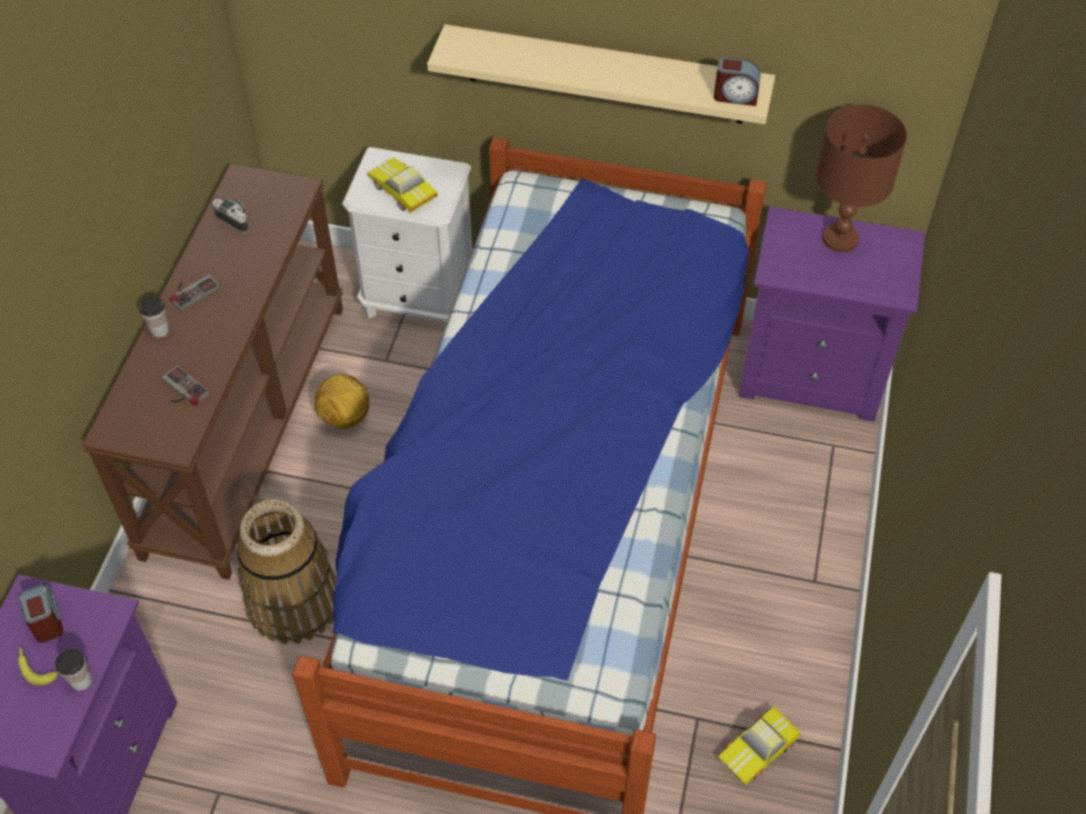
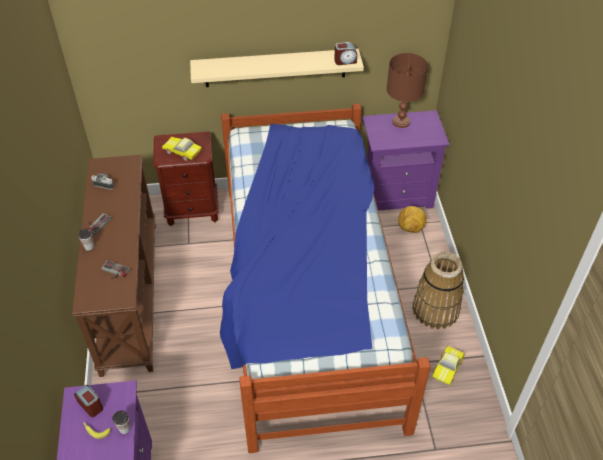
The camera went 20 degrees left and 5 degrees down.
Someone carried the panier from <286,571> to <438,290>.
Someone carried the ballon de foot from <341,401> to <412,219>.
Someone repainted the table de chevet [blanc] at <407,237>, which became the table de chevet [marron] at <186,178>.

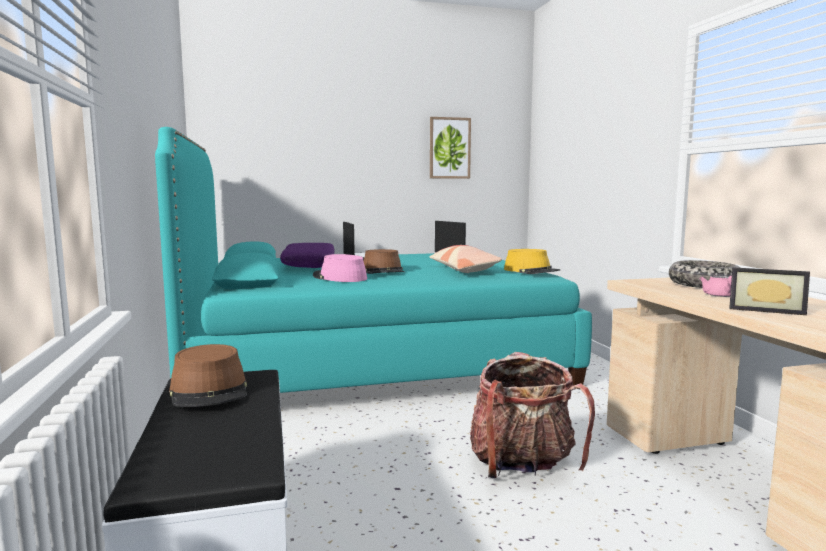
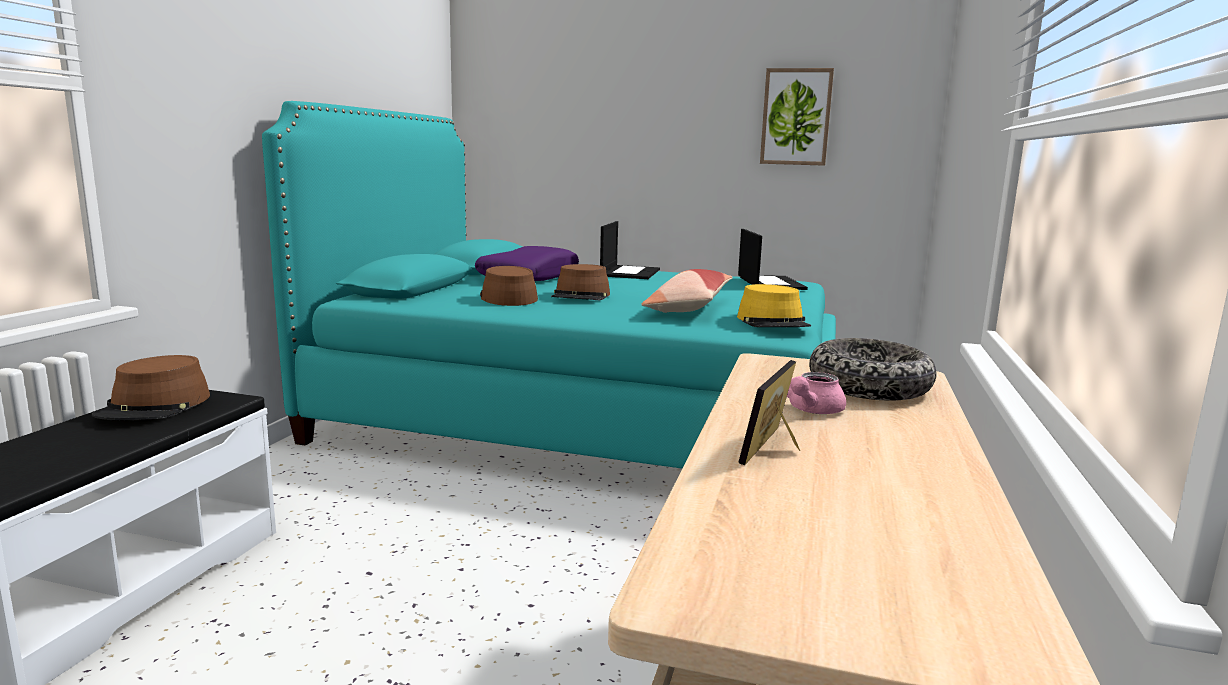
The camera went 30 degrees right and 5 degrees up.
Someone repainted the chapeau [rose] at <340,268>, which became the chapeau [marron] at <509,286>.
Someone took away the sac à dos at <532,415>.
Someone rotated the cadre photo at <769,291> by 60 degrees clockwise.

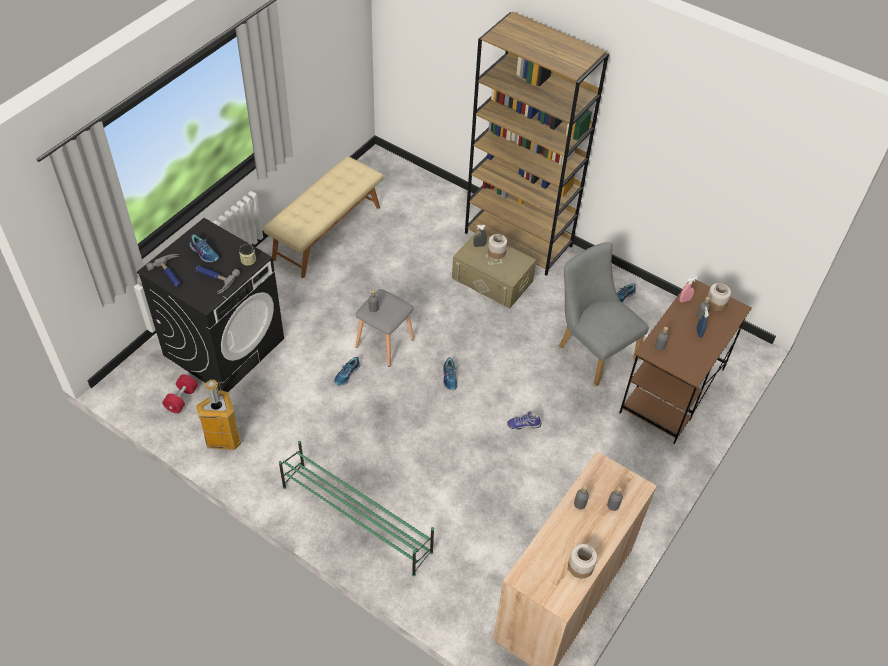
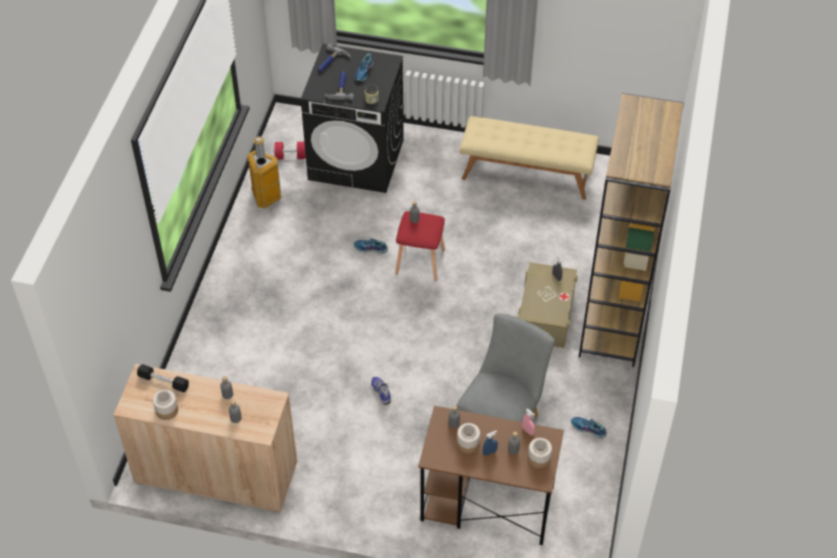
The camera went 70 degrees right and 0 degrees up.
Someone took away the étagère à chaussures [vert] at <356,509>.
Someone repainted the tabouret [gris] at <384,327>, which became the tabouret [rouge] at <420,246>.
Someone took away the chaussure at <450,373>.
Someone carried the bocal from <497,246> to <468,438>.
Someone put down the haltère [noir] at <163,378>.

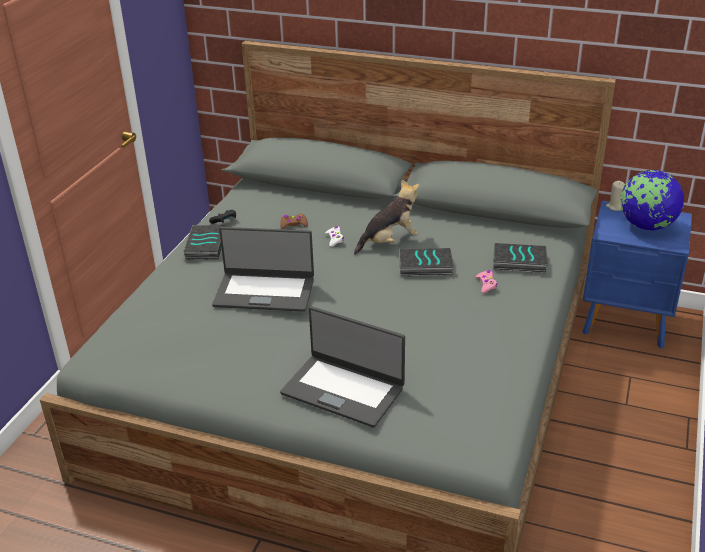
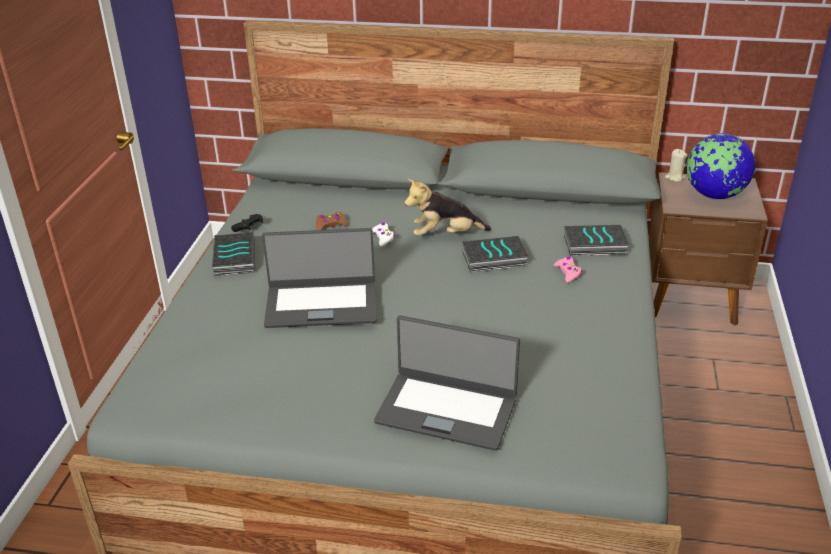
The camera went 10 degrees left and 0 degrees up.
Someone rotated the peluche at <386,217> by 150 degrees counterclockwise.
Someone repainted the table de chevet [bleu] at <637,274>, which became the table de chevet [marron] at <708,248>.

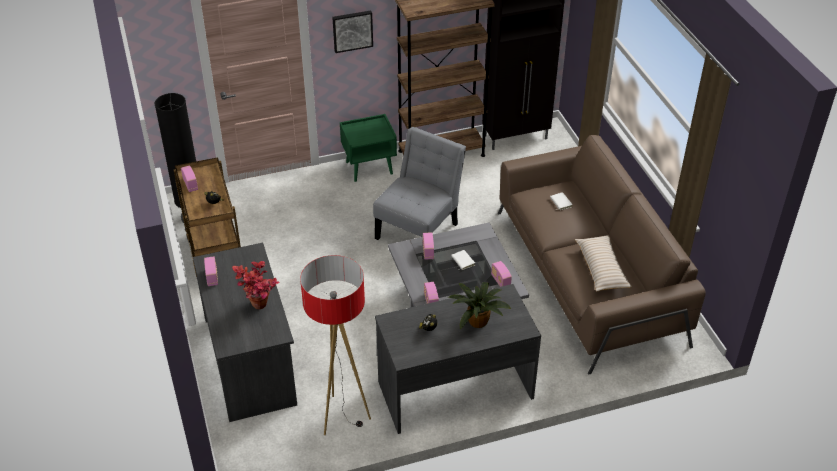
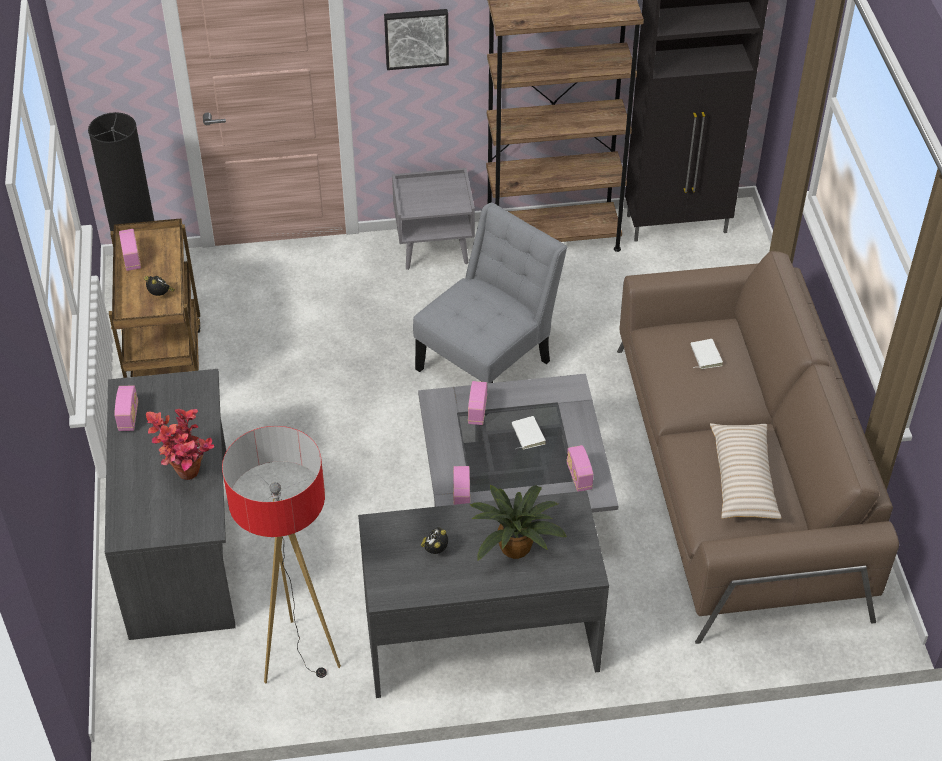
The camera went 10 degrees right and 5 degrees up.
Someone repainted the table de chevet [vert] at <368,148>, which became the table de chevet [gris] at <433,219>.

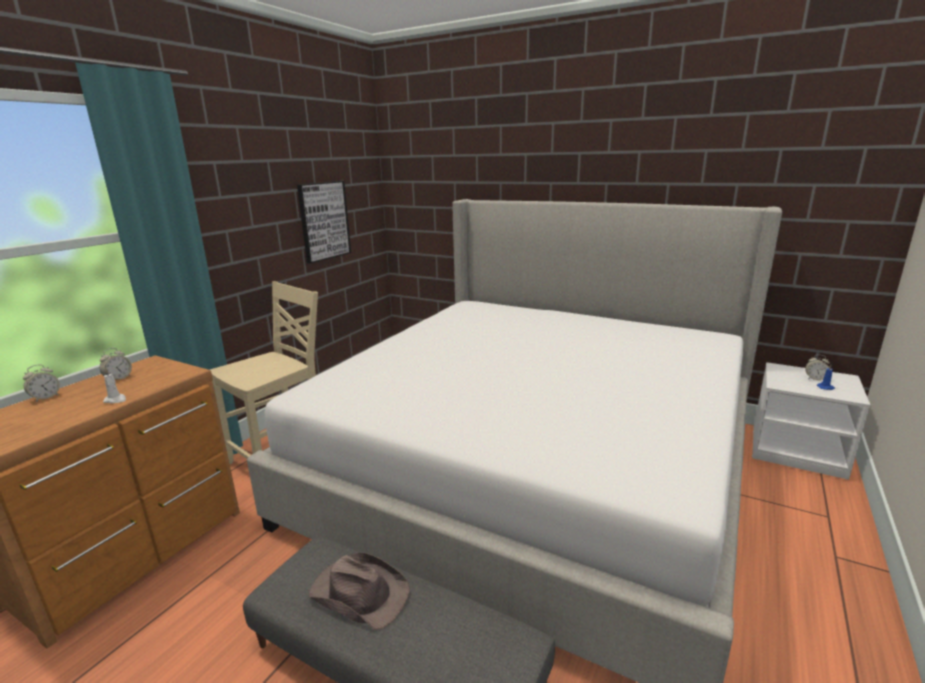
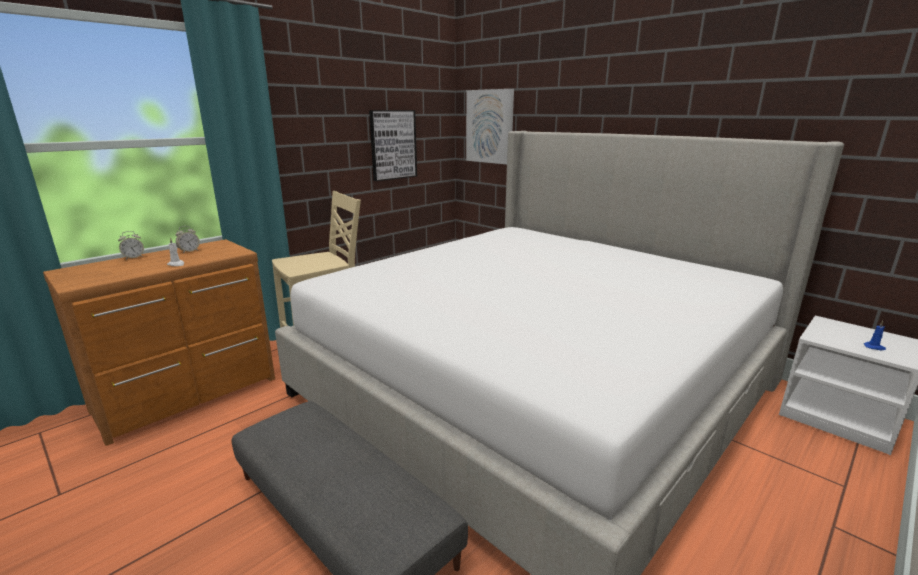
The camera went 15 degrees right and 0 degrees up.
Someone took away the chapeau [marron] at <359,591>.
Someone took away the réveil at <817,367>.
Someone put up the tableau at <490,126>.

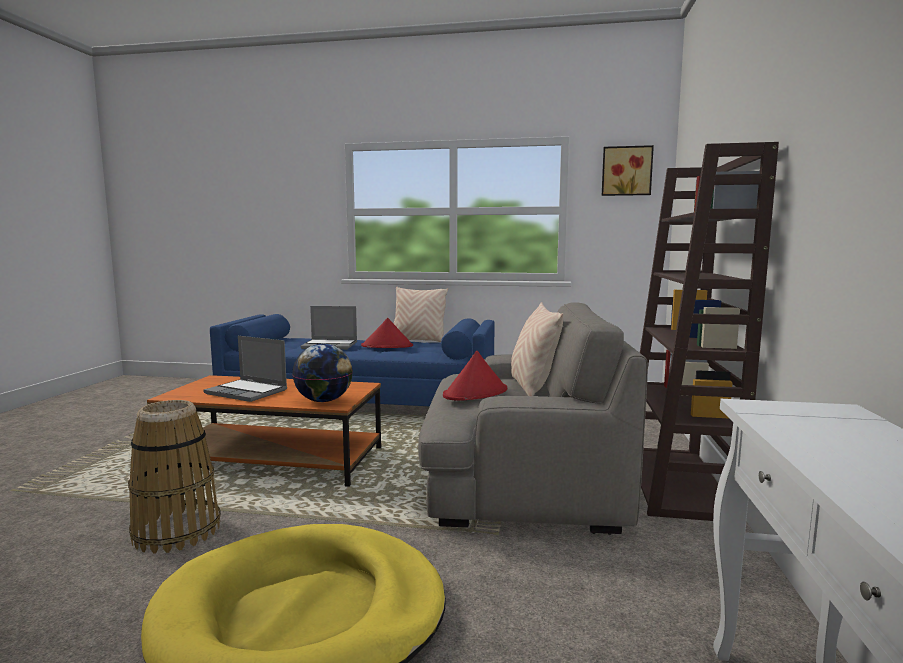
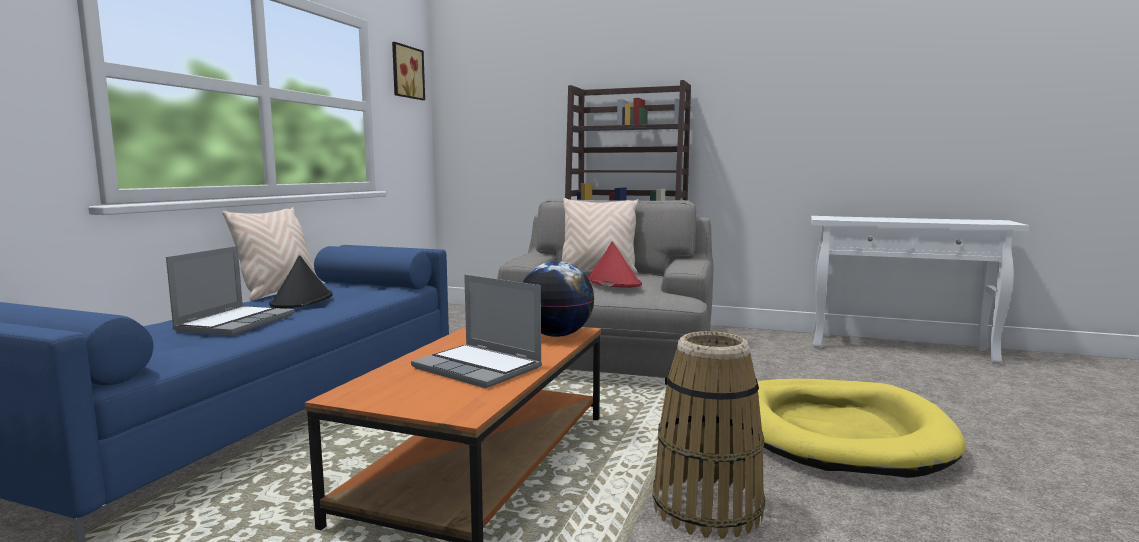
The camera went 80 degrees left and 0 degrees up.
Someone rotated the ordinateur portable at <245,369> by 90 degrees clockwise.
Someone repainted the chapeau [rouge] at <387,333>, which became the chapeau [noir] at <300,282>.

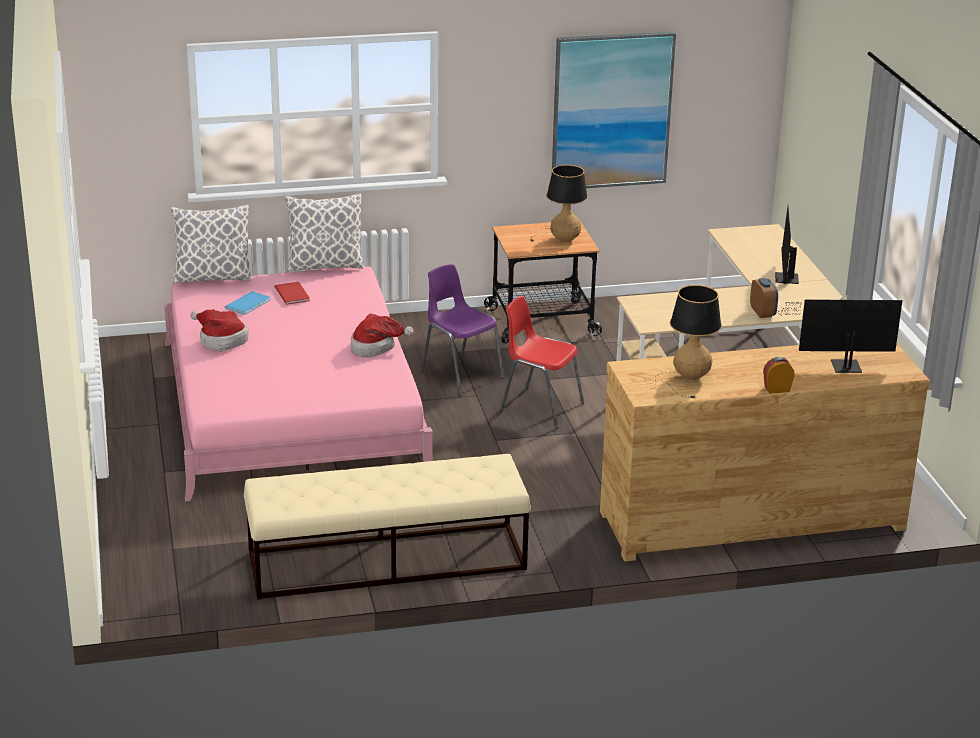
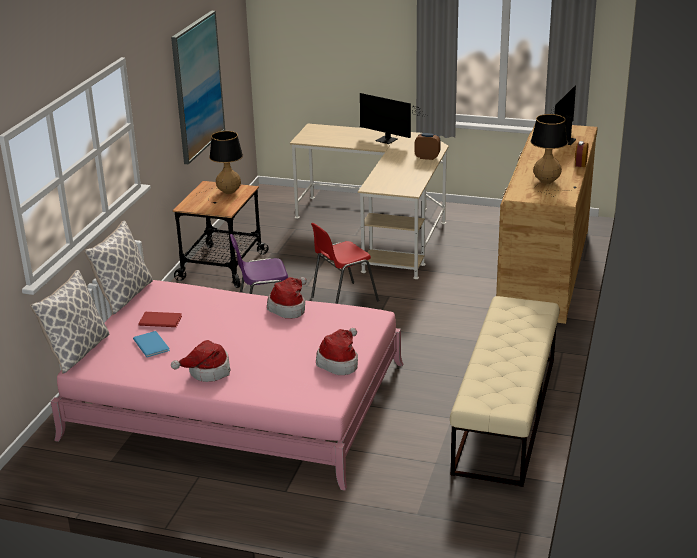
The camera went 60 degrees left and 0 degrees up.
Someone put down the chapeau at <337,351>.

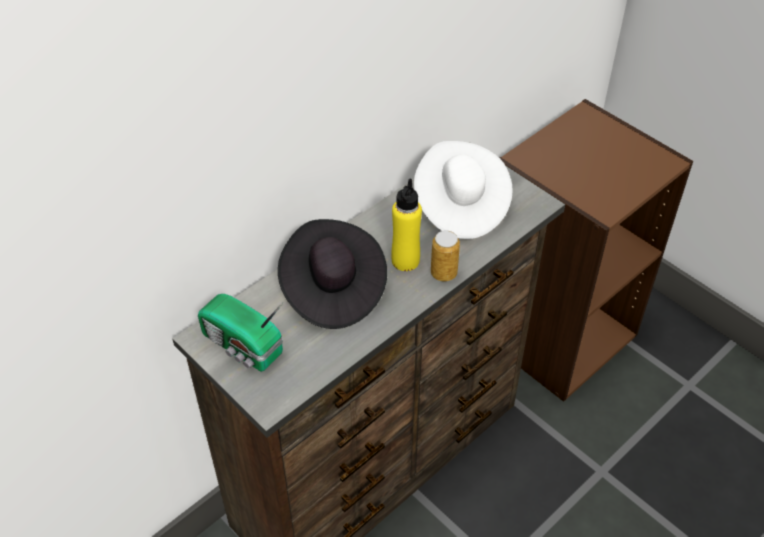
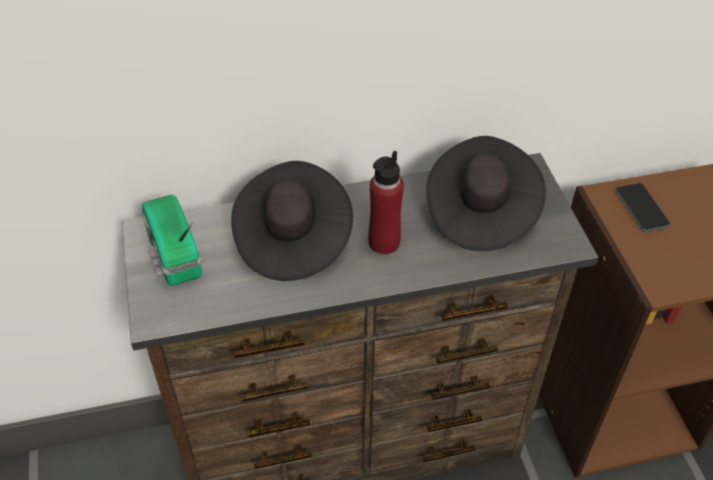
The camera went 30 degrees right and 0 degrees up.
Someone repainted the bouteille [jaune] at <406,224>, which became the bouteille [rouge] at <386,202>.
Someone repainted the chapeau [blanc] at <463,190>, which became the chapeau [noir] at <486,193>.
Someone took away the boîte métallique at <445,256>.
Someone put down the téléphone at <643,207>.

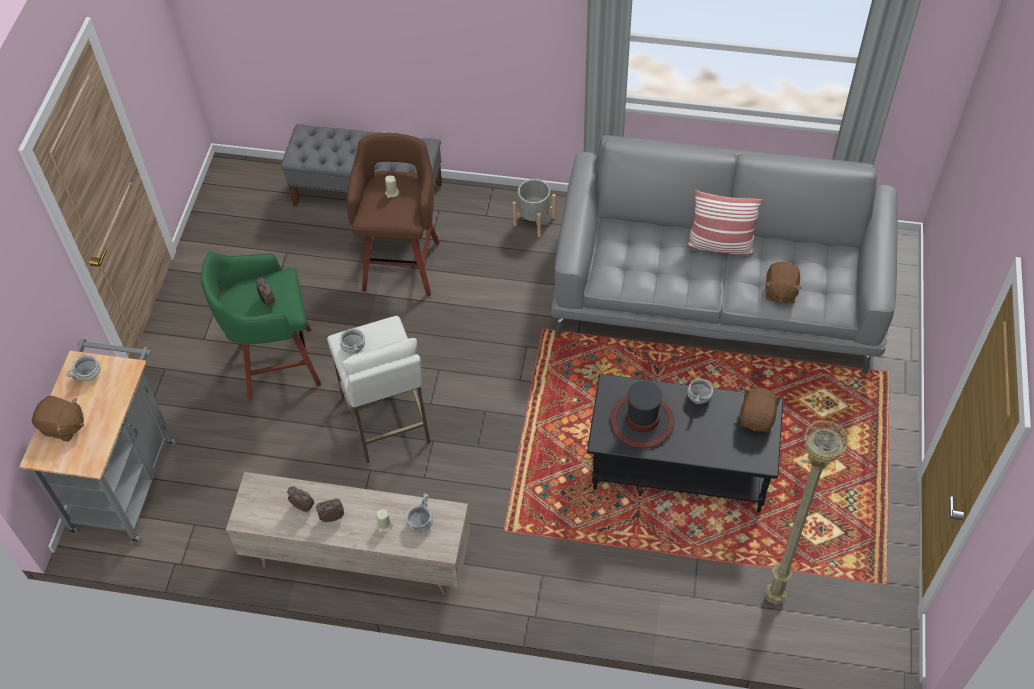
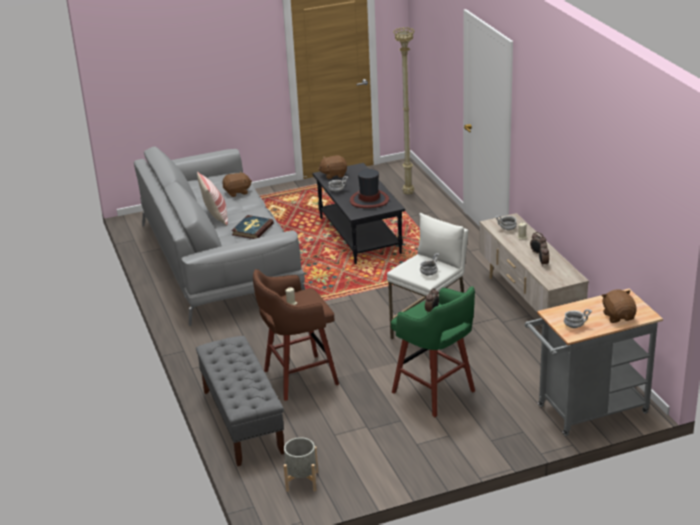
The camera went 120 degrees left and 25 degrees down.
Someone carried the cache-pot [gris] from <534,208> to <300,464>.
Someone put down the livre at <252,227>.

